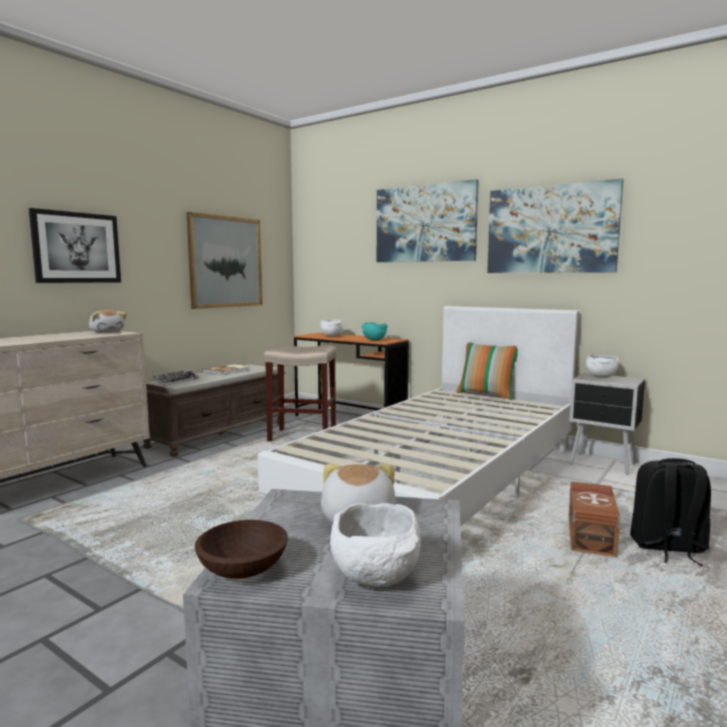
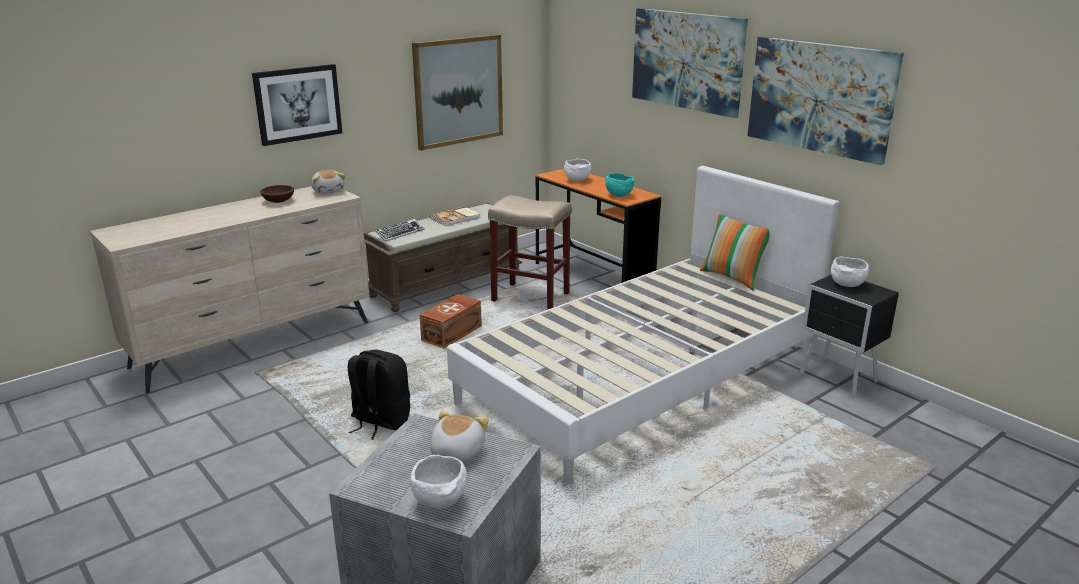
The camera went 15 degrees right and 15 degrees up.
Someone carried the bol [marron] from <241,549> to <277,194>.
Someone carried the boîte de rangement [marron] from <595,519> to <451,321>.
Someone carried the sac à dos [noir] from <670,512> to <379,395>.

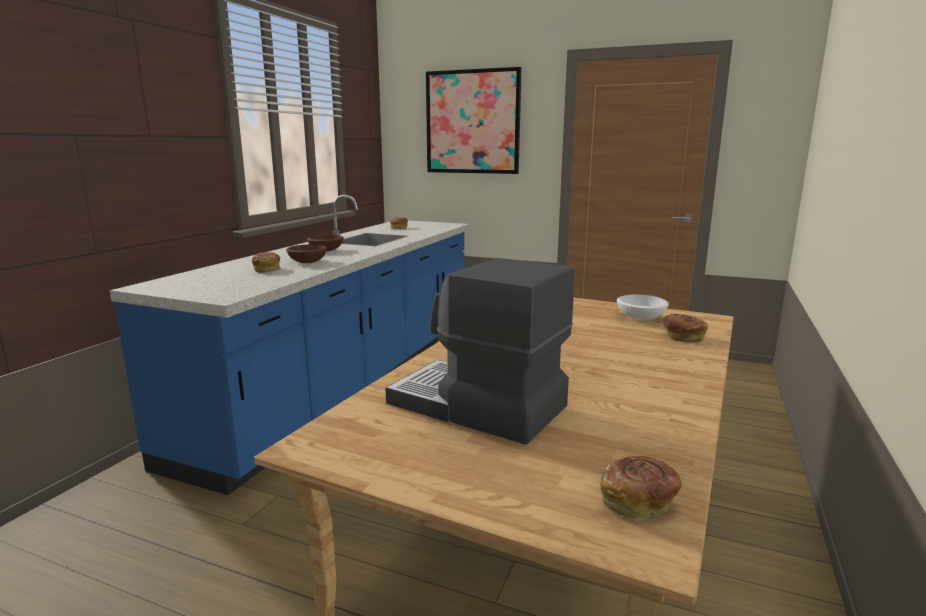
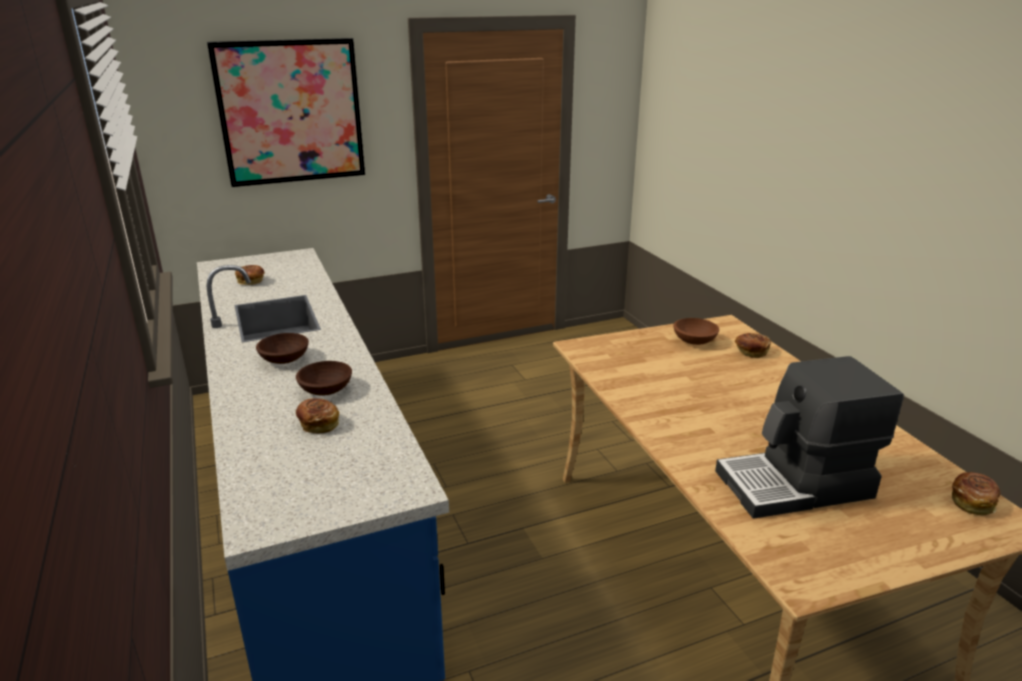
The camera went 45 degrees left and 10 degrees up.
Someone repainted the bol [blanc] at <643,307>, which became the bol [marron] at <696,331>.

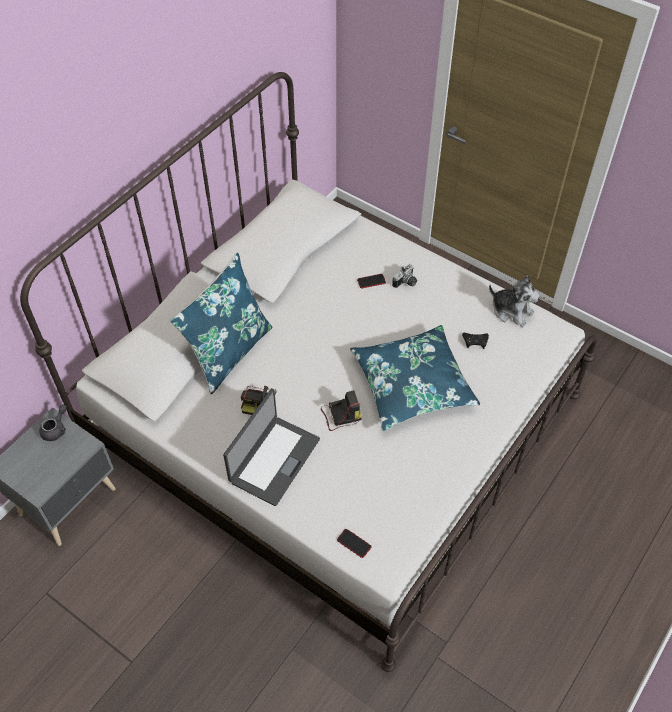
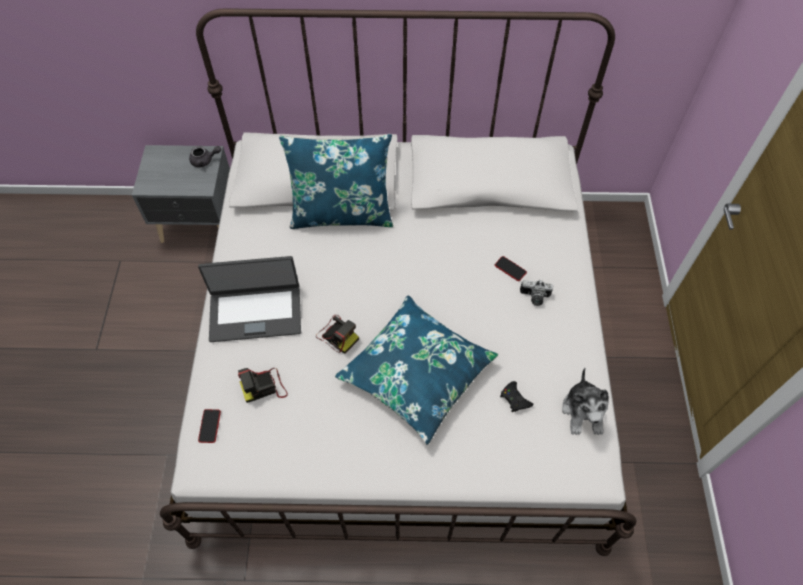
The camera went 55 degrees right and 5 degrees up.
Someone carried the appareil photo from <259,400> to <263,385>.

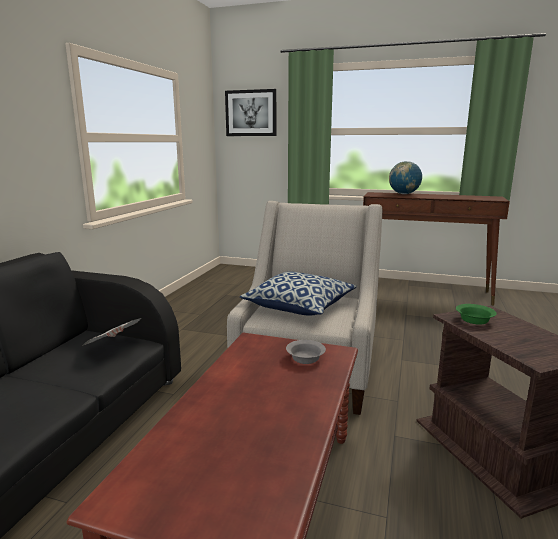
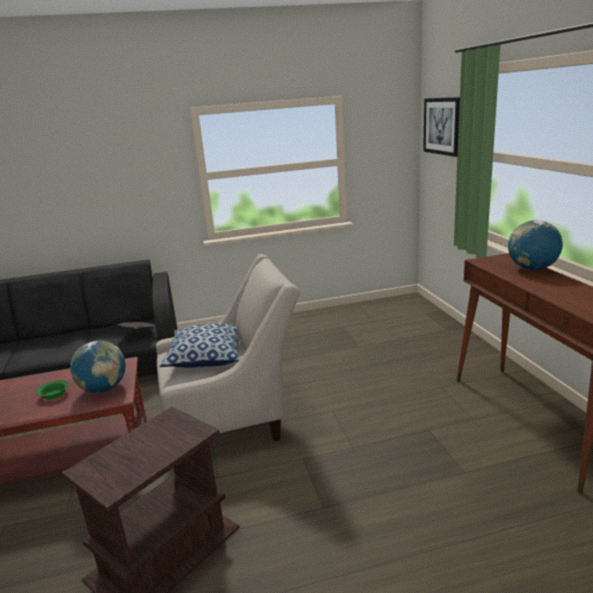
The camera went 60 degrees right and 5 degrees up.
Someone swapped the bol [gris] at <306,352> for the globe at <98,367>.
Someone carried the bol [vert] from <476,314> to <52,390>.

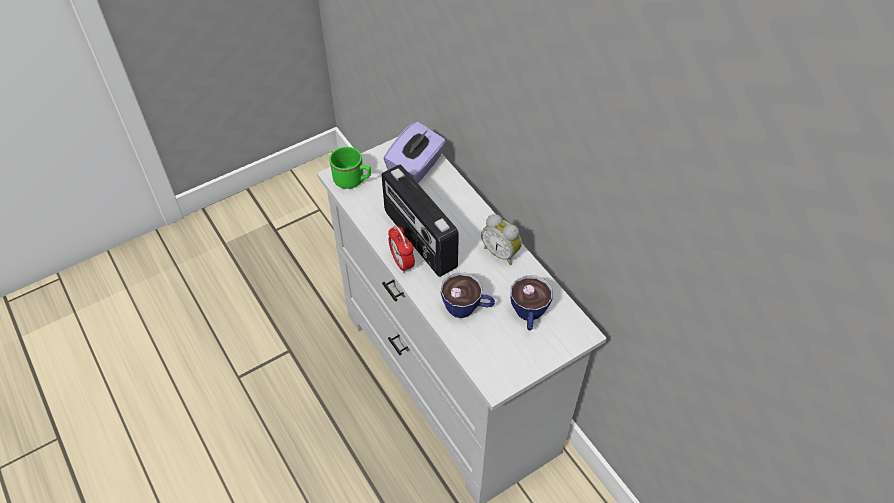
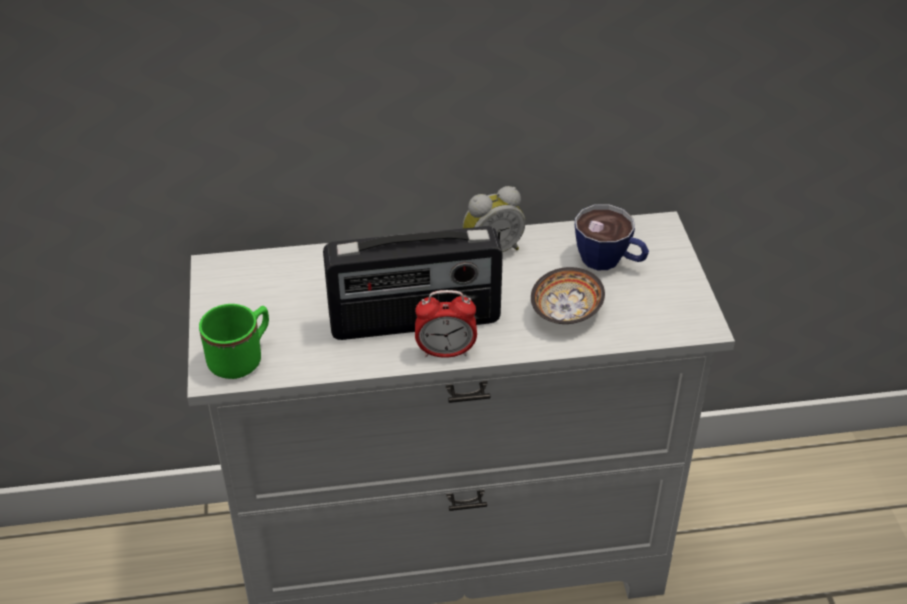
The camera went 65 degrees left and 10 degrees down.
Someone took away the boîte à mouchoirs [violet] at <414,152>.
Someone swapped the tasse at <468,295> for the bol at <568,295>.

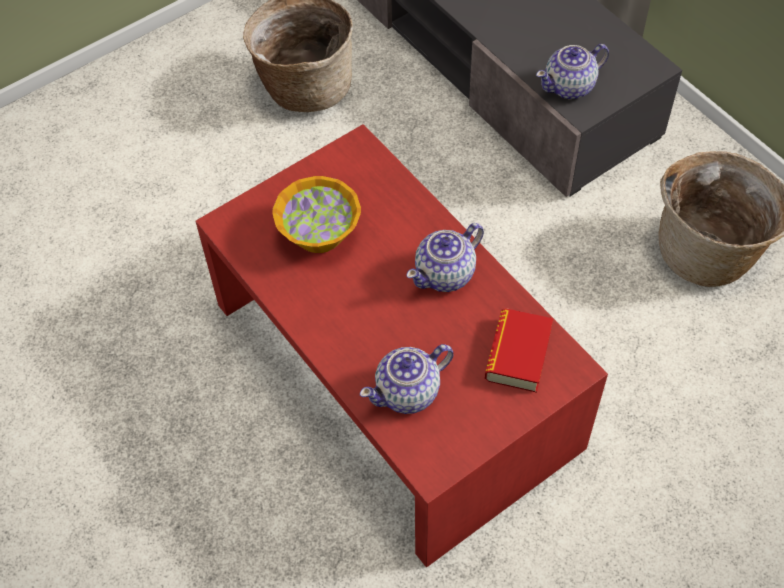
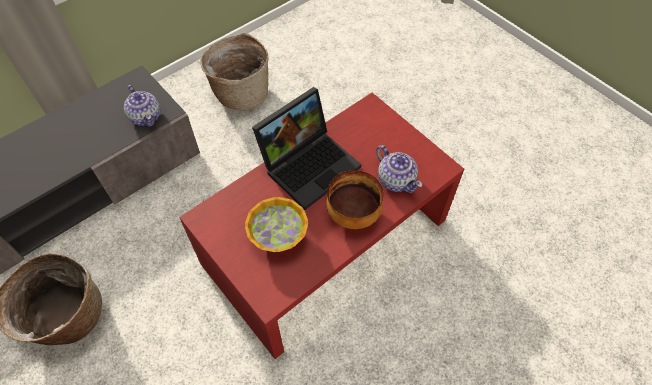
The camera went 95 degrees left and 0 degrees up.
Someone swapped the théière at <445,257> for the ordinateur portable at <306,148>.
Someone took away the livre at <519,350>.
Someone put down the bol at <355,199>.

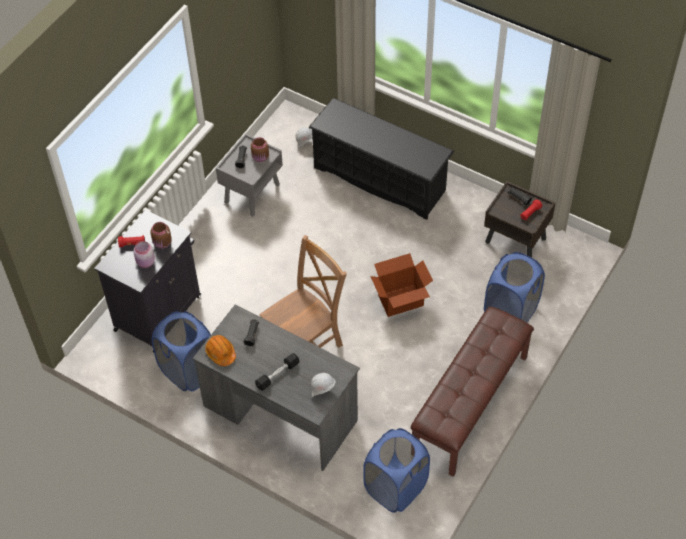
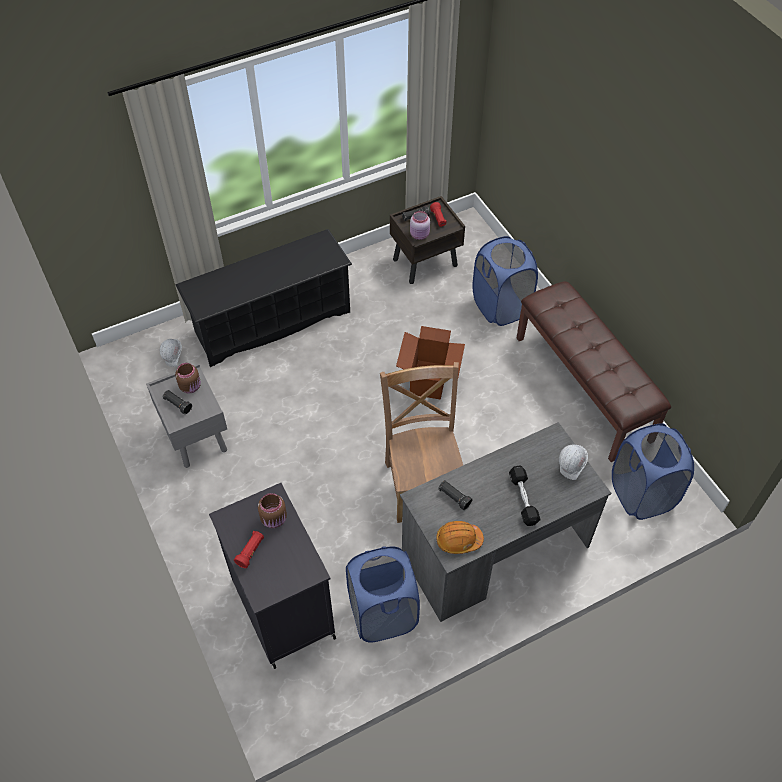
The camera went 60 degrees left and 0 degrees up.
Someone carried the bocal [rose] from <144,254> to <420,225>.

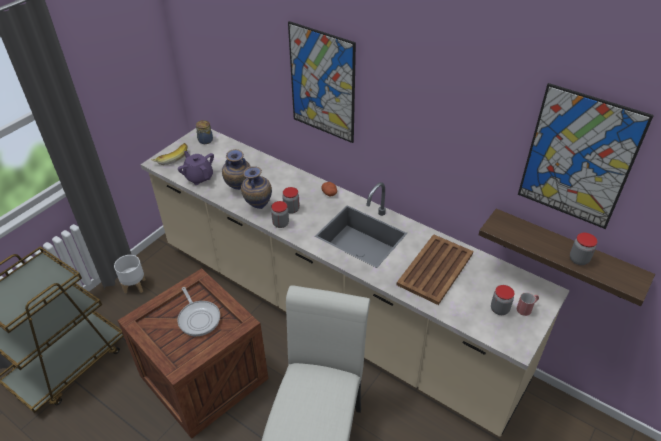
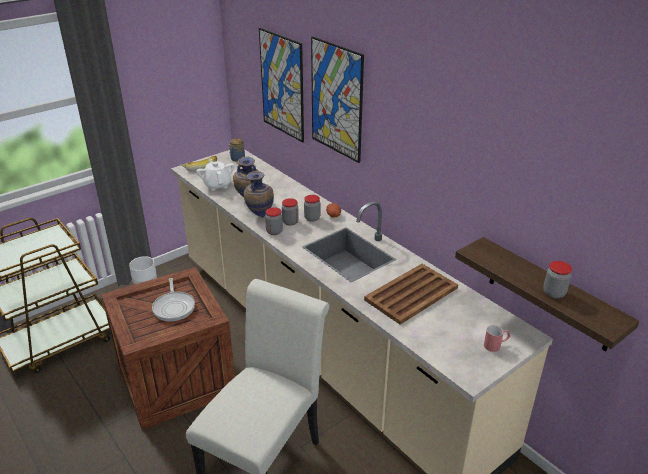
The camera went 15 degrees right and 10 degrees down.
Someone repainted the théière [violet] at <196,168>, which became the théière [blanc] at <215,175>.
Someone carried the bocal from <502,300> to <312,208>.
Someone carried the tableau from <586,156> to <281,85>.

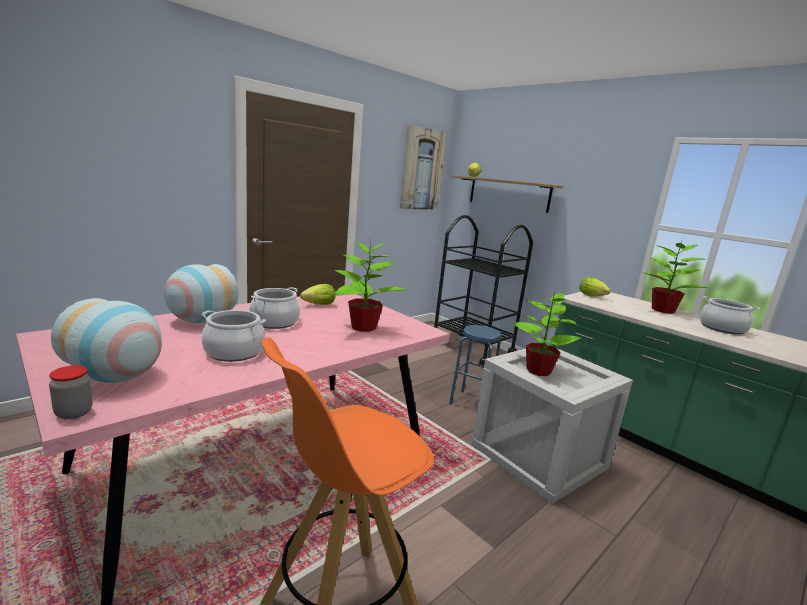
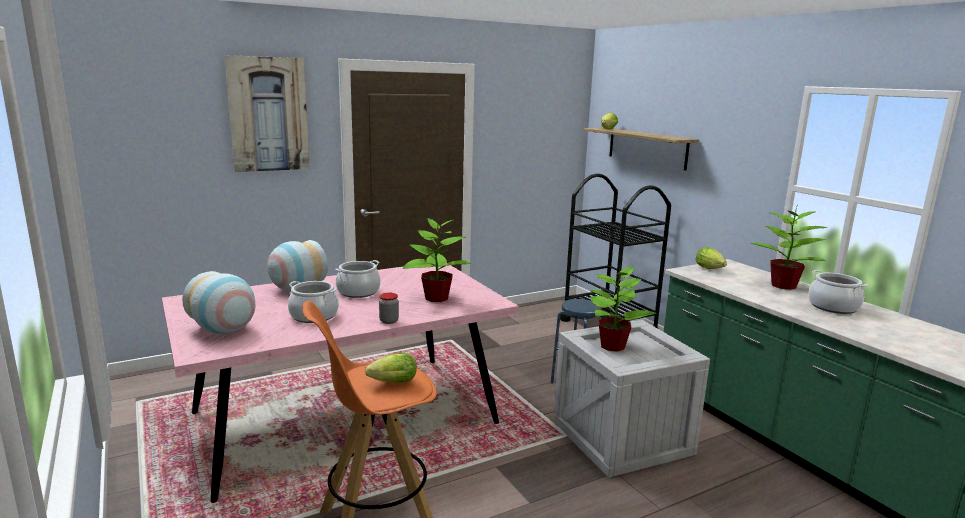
The camera went 15 degrees right and 0 degrees up.
Someone carried the bocal from <70,392> to <389,308>.
Someone carried the laitue from <318,294> to <391,368>.
Someone carried the tableau from <423,167> to <267,113>.

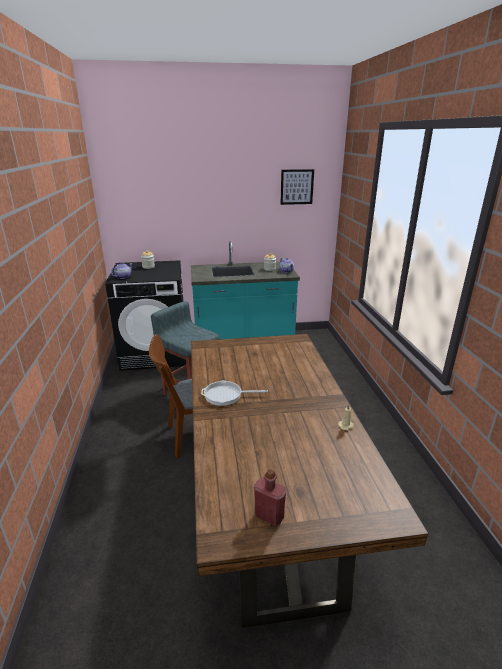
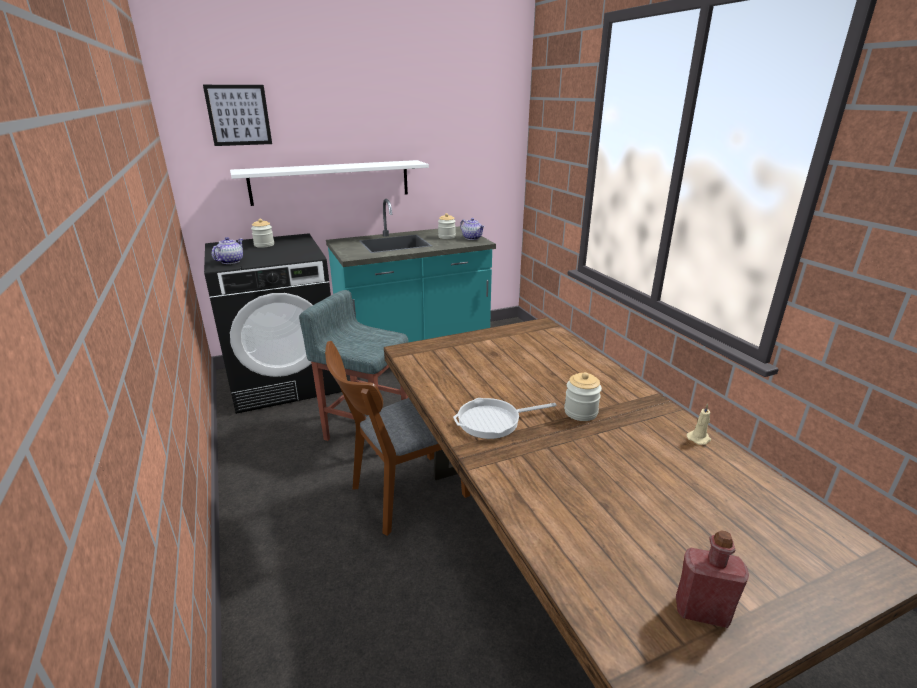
The camera went 15 degrees left and 0 degrees up.
Someone carried the tableau from <297,187> to <237,115>.
Someone put up the étagère [blanc] at <329,183>.
Someone put down the bocal at <583,396>.

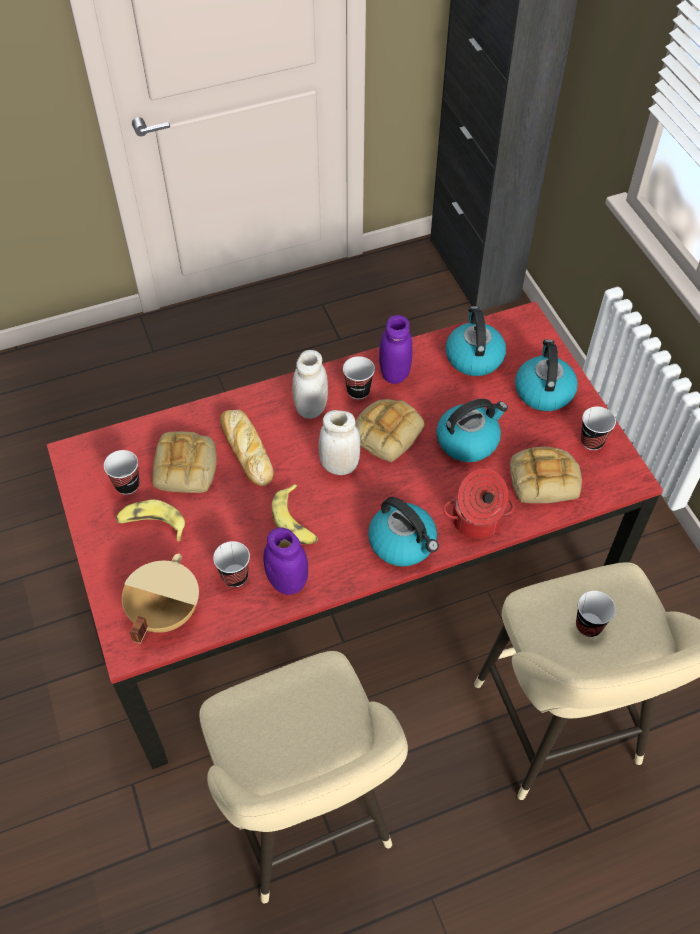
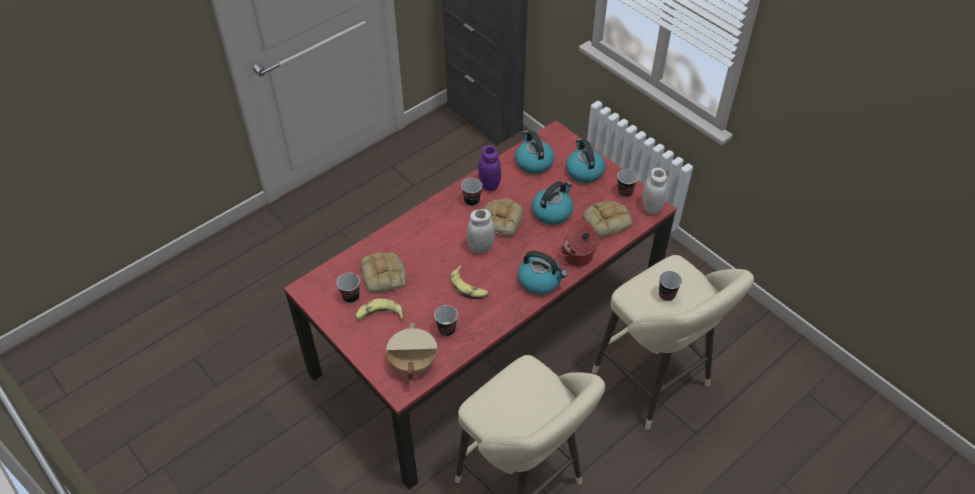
The camera went 20 degrees left and 5 degrees down.
Someone took away the pain at <247,448>.
Someone took away the bocal [violet] at <285,561>.
Someone carried the bocal [blanc] from <310,384> to <654,191>.

